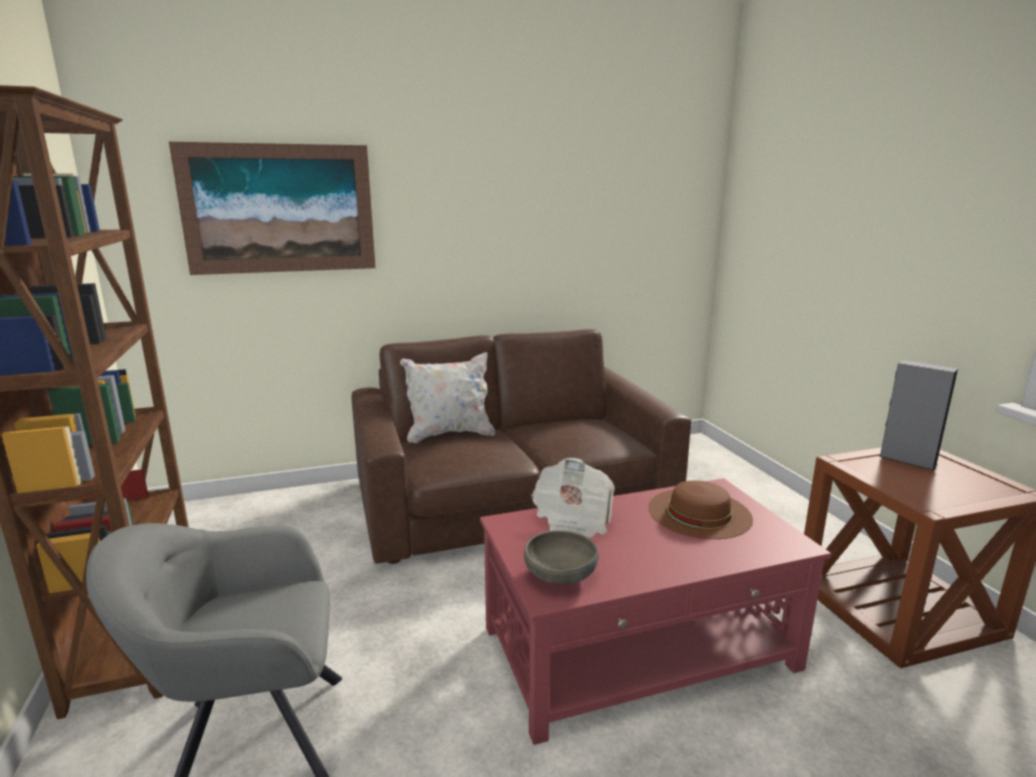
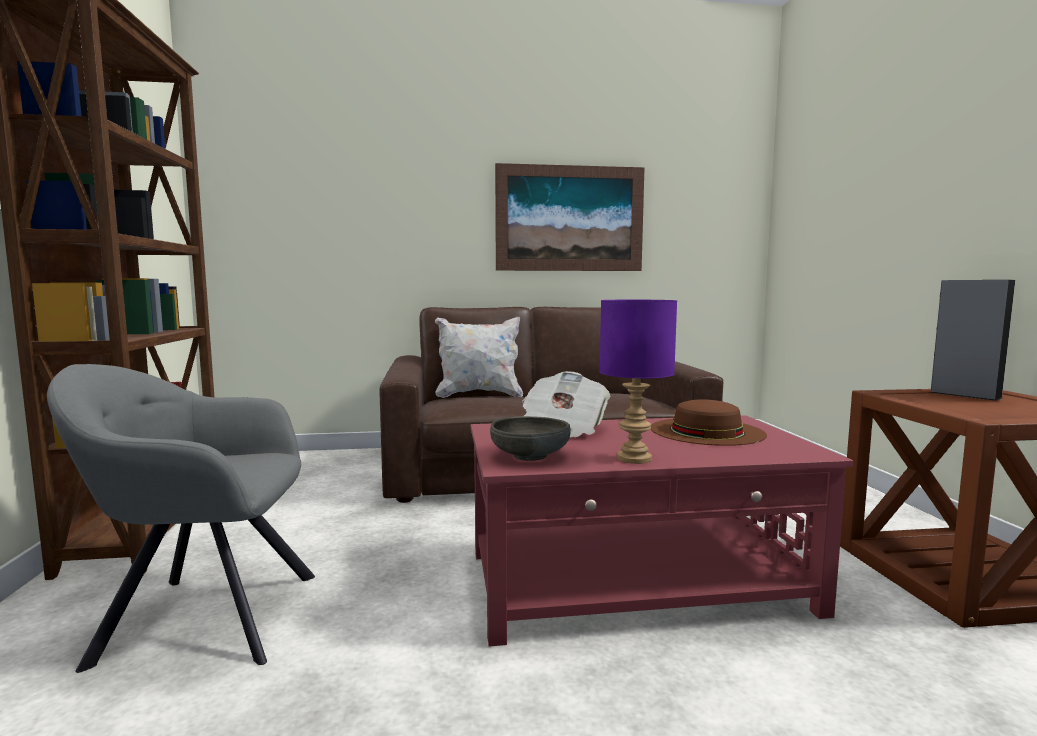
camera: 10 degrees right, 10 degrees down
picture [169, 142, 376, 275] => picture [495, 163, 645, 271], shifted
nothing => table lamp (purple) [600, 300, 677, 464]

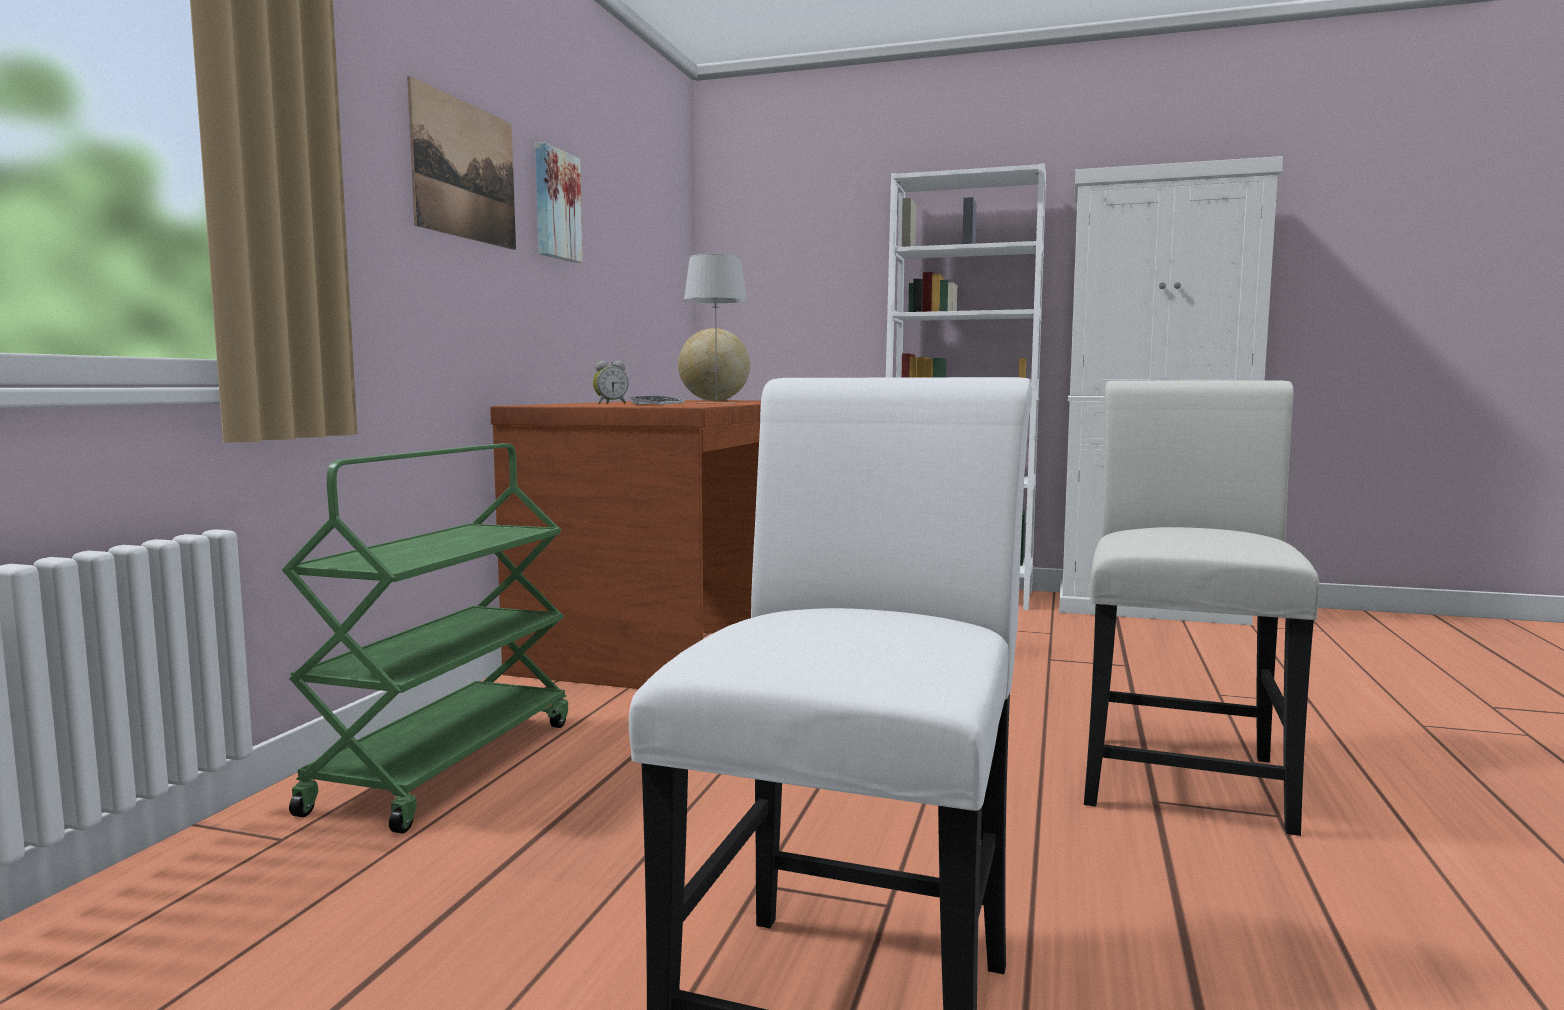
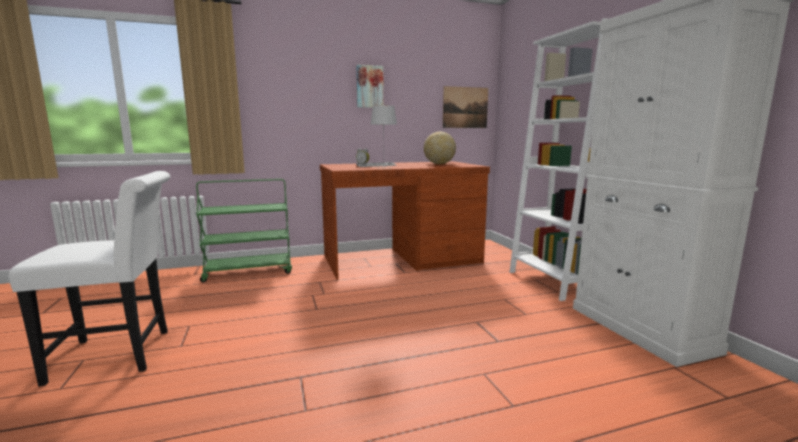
camera: 55 degrees right, 5 degrees up
picture [407, 76, 516, 250] => picture [443, 86, 488, 128], shifted
chair (white) [1084, 380, 1319, 836] => nothing

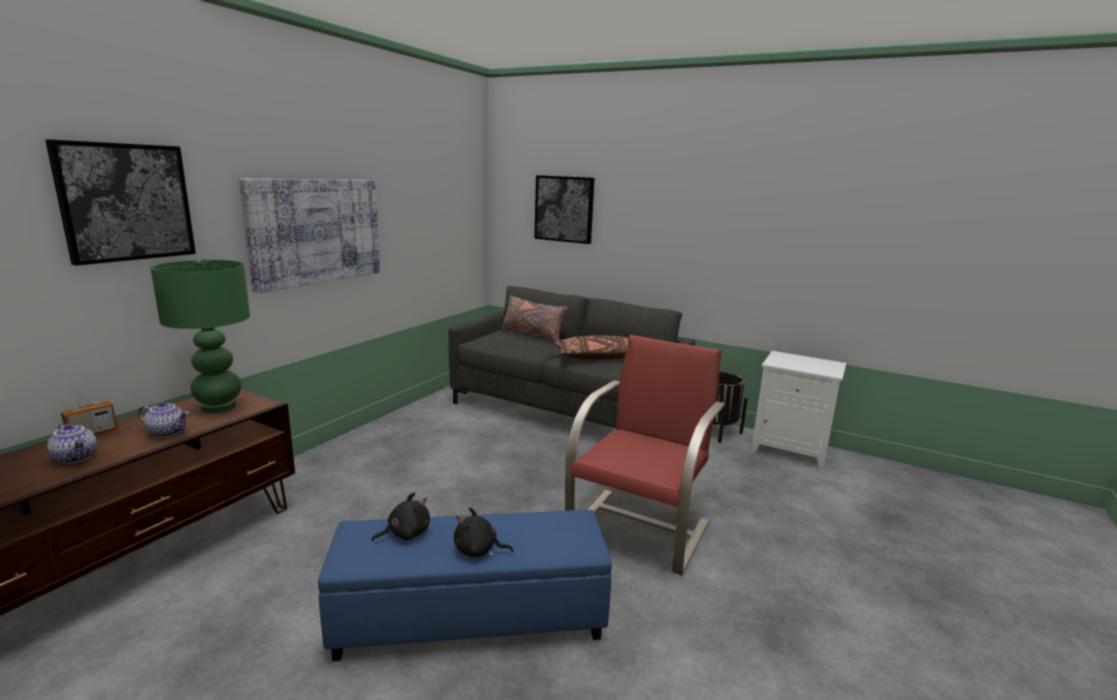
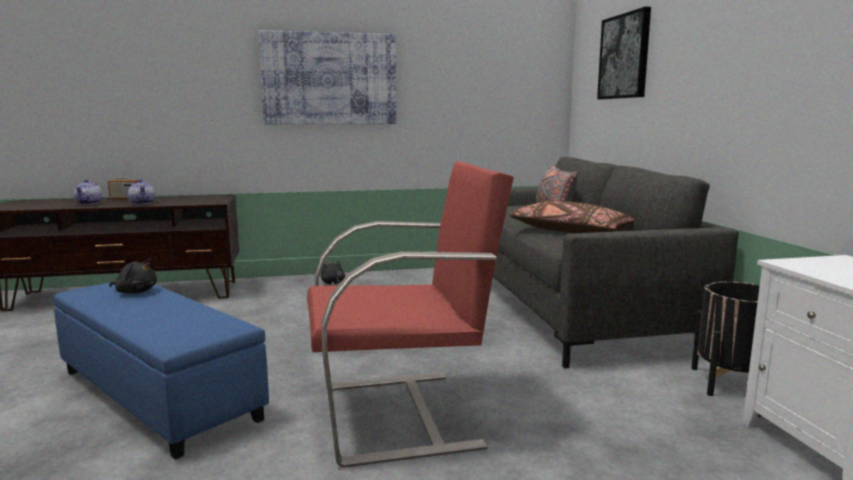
camera: 50 degrees right, 5 degrees down
plush toy (black) [454, 507, 513, 557] => plush toy (black) [321, 260, 346, 285], shifted
picture [45, 139, 196, 266] => nothing
table lamp (green) [151, 260, 250, 413] => nothing

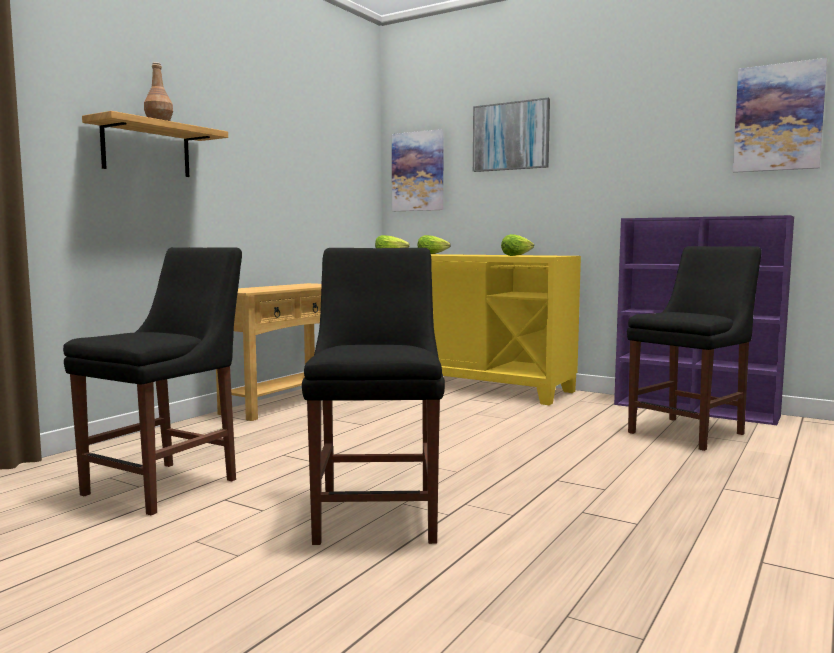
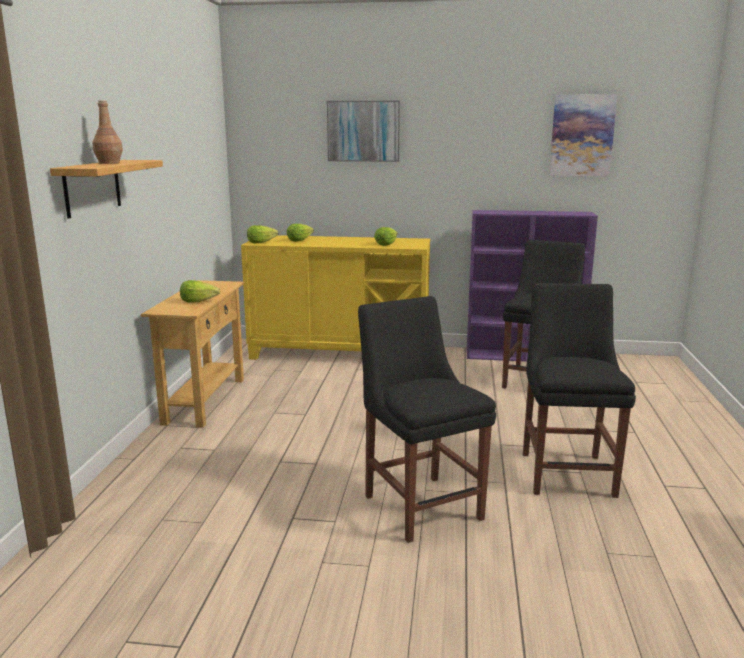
camera: 25 degrees left, 10 degrees up
nothing => lettuce [180, 280, 220, 303]
chair (black) [63, 247, 242, 515] => chair (black) [523, 283, 636, 498], shifted
picture [392, 129, 444, 211] => nothing

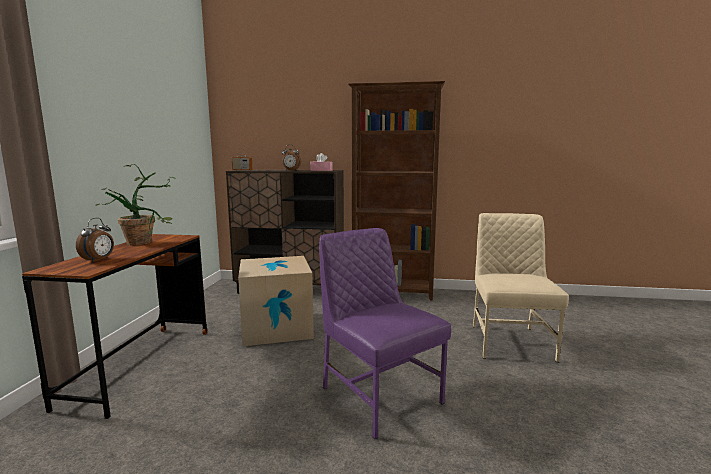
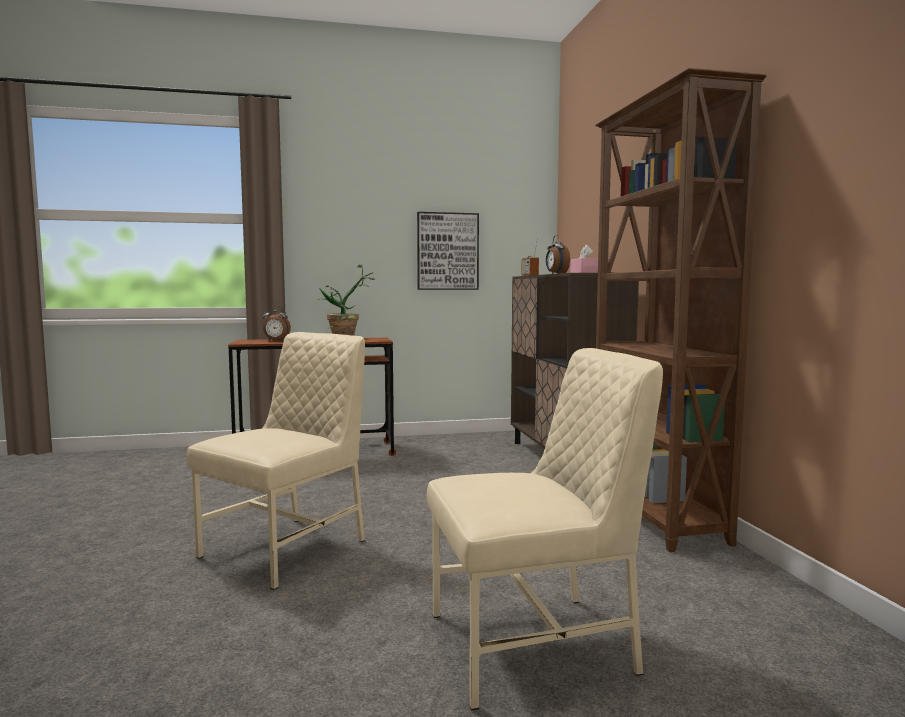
camera: 70 degrees right, 5 degrees down
chair (purple) [319, 228, 451, 439] => chair (beige) [187, 332, 365, 590]
nothing => picture [417, 212, 479, 290]
cardboard box [238, 256, 314, 346] => nothing

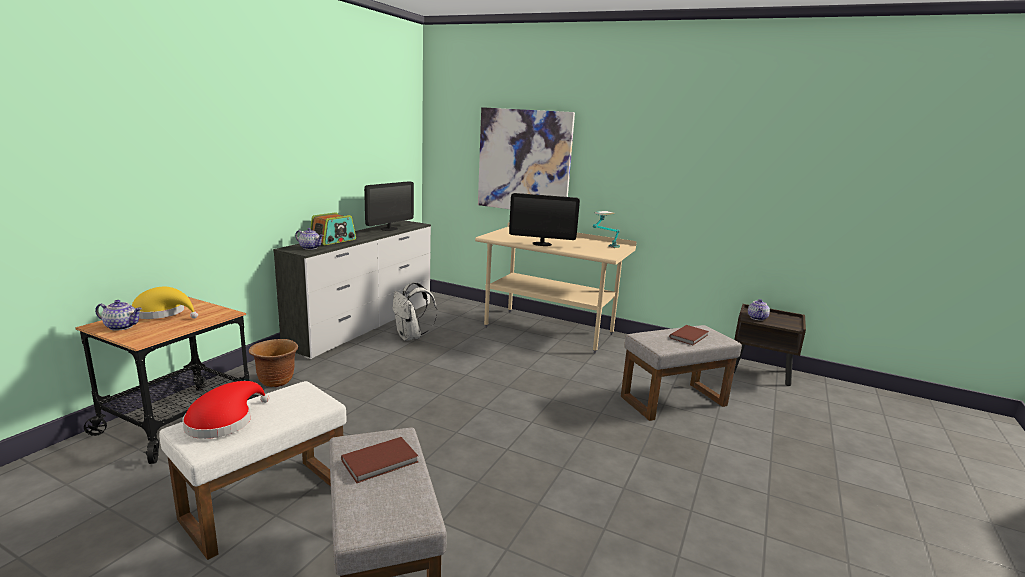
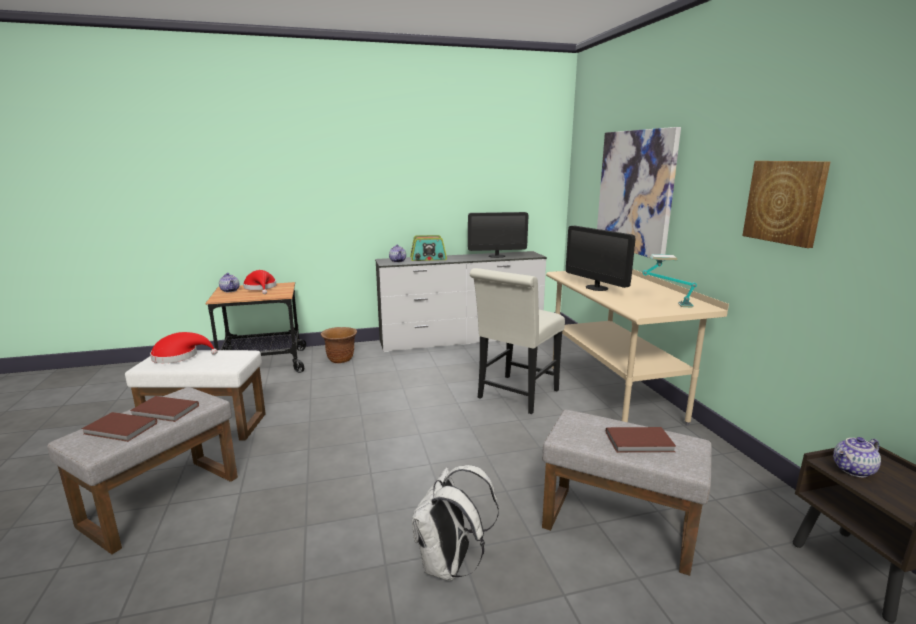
camera: 50 degrees right, 0 degrees up
nothing => book (brown) [82, 412, 157, 442]
hat (yellow) [131, 287, 198, 319] => hat (red) [243, 270, 276, 294]
backpack (white) [392, 282, 437, 341] => backpack (white) [412, 465, 499, 581], shifted
nothing => chair (white) [470, 268, 565, 414]
nothing => picture [742, 161, 830, 248]

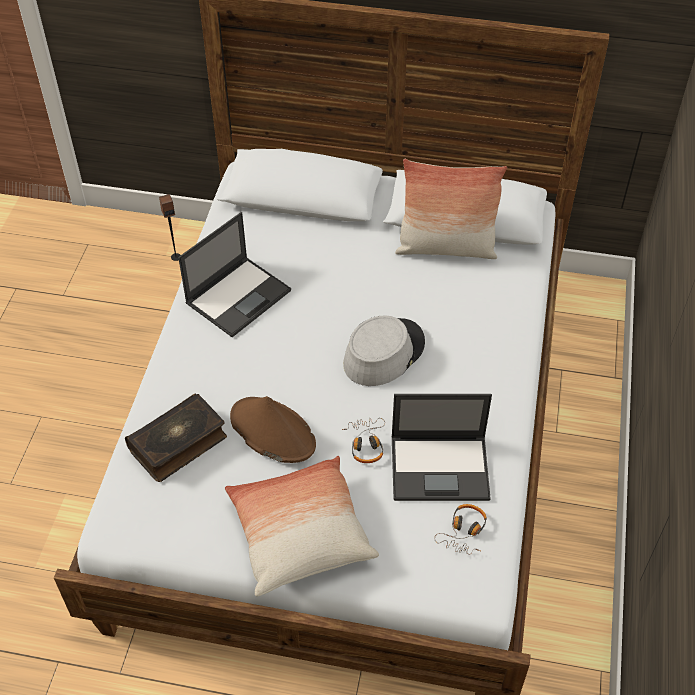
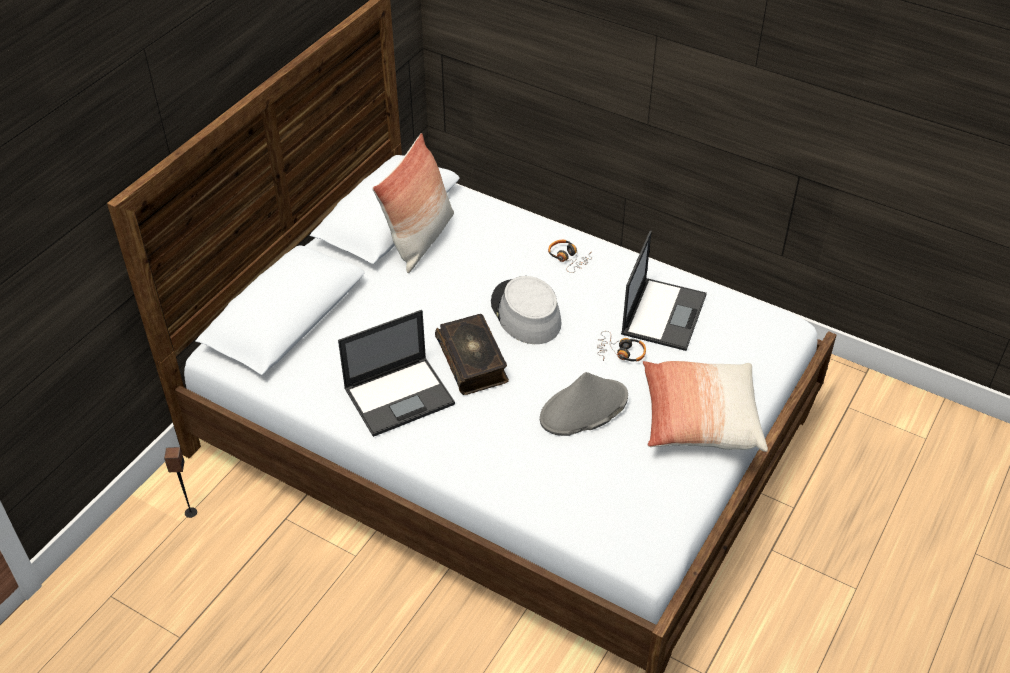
camera: 70 degrees left, 5 degrees down
laptop [178, 212, 291, 337] => laptop [338, 310, 455, 437], 90 degrees clockwise
book [125, 394, 227, 482] => book [435, 314, 509, 395], shifted
hat (brown) [230, 396, 316, 463] => hat (grey) [540, 372, 628, 436]
headphones [434, 504, 487, 555] => headphones [548, 240, 592, 273], shifted

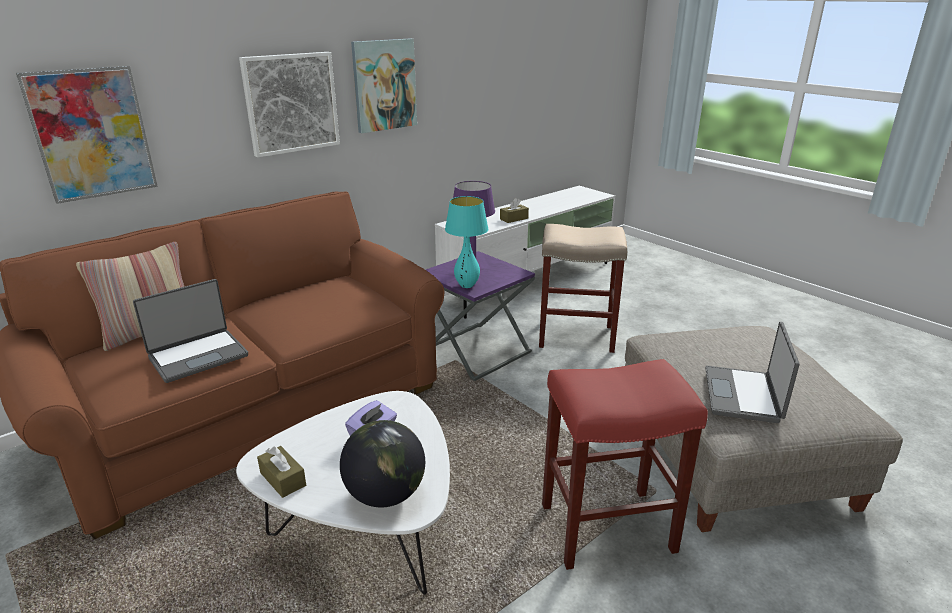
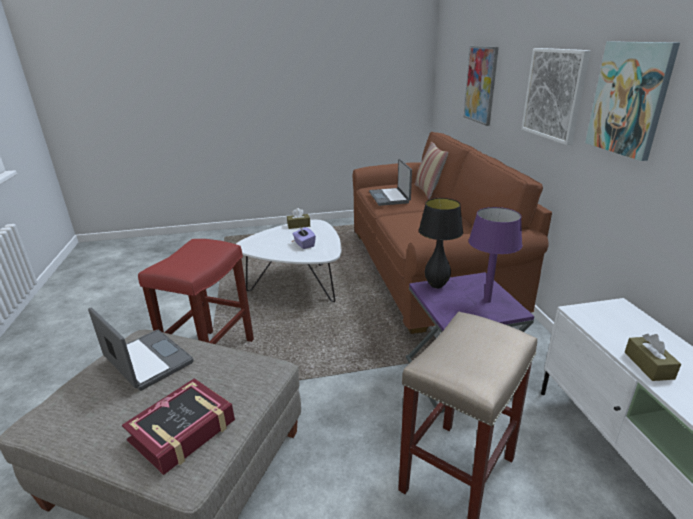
camera: 120 degrees right, 0 degrees up
nothing => book [122, 378, 235, 475]
table lamp (turquoise) [445, 196, 488, 288] => table lamp (black) [419, 198, 463, 288]
globe [340, 420, 425, 507] => nothing

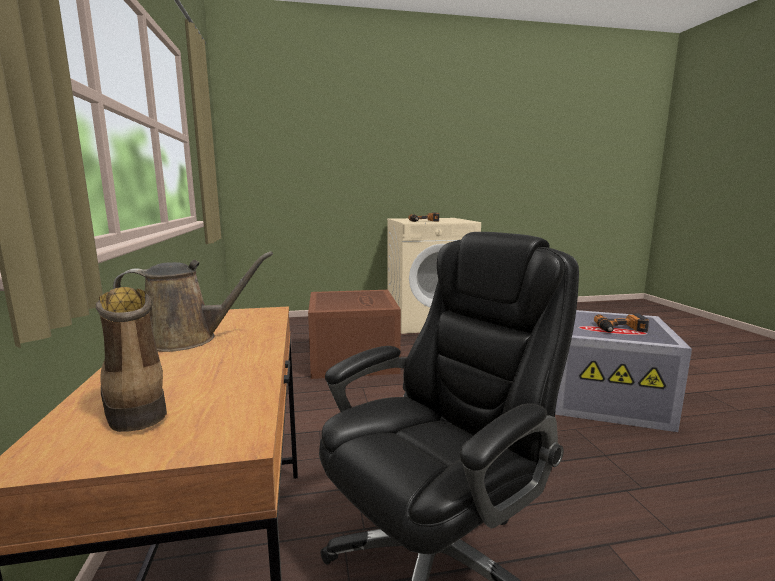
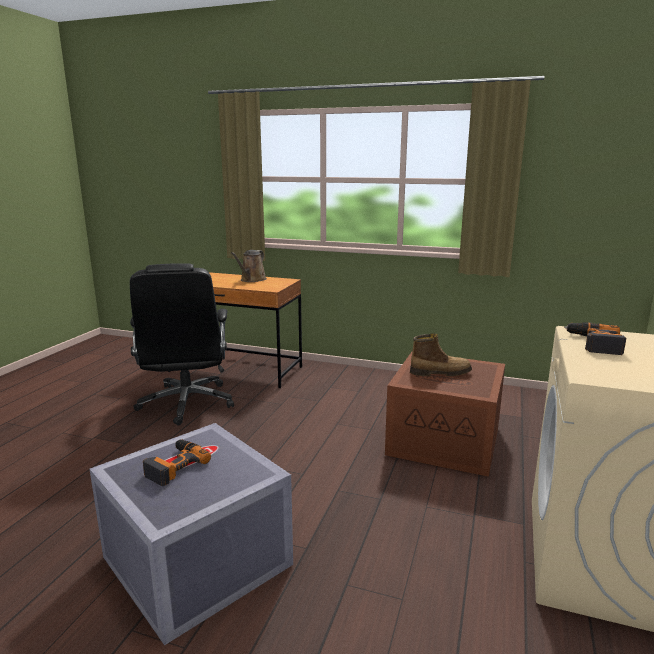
camera: 120 degrees right, 5 degrees up
boot [96, 287, 167, 432] => boot [410, 333, 472, 376], shifted

